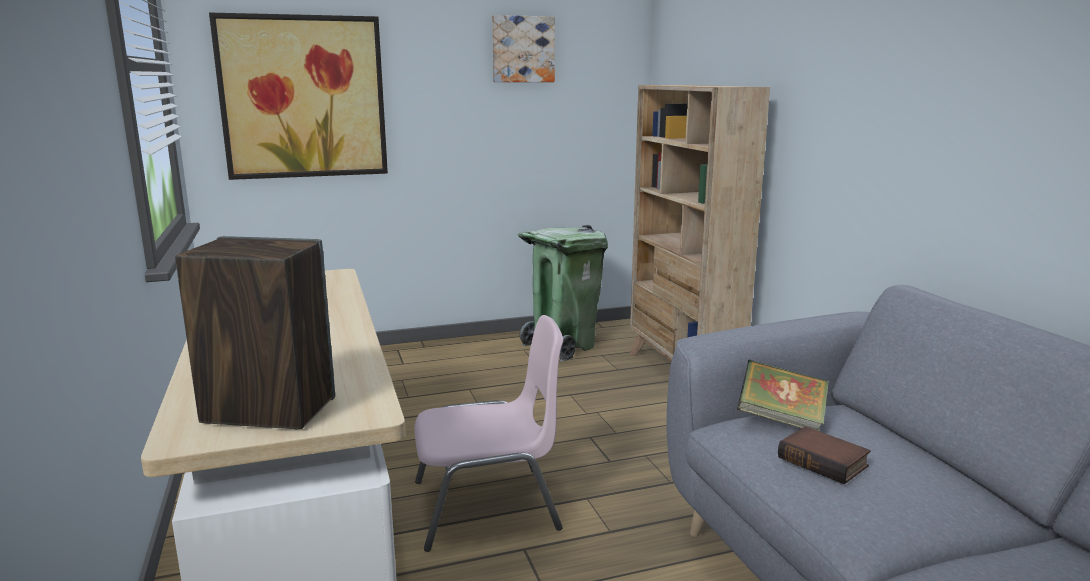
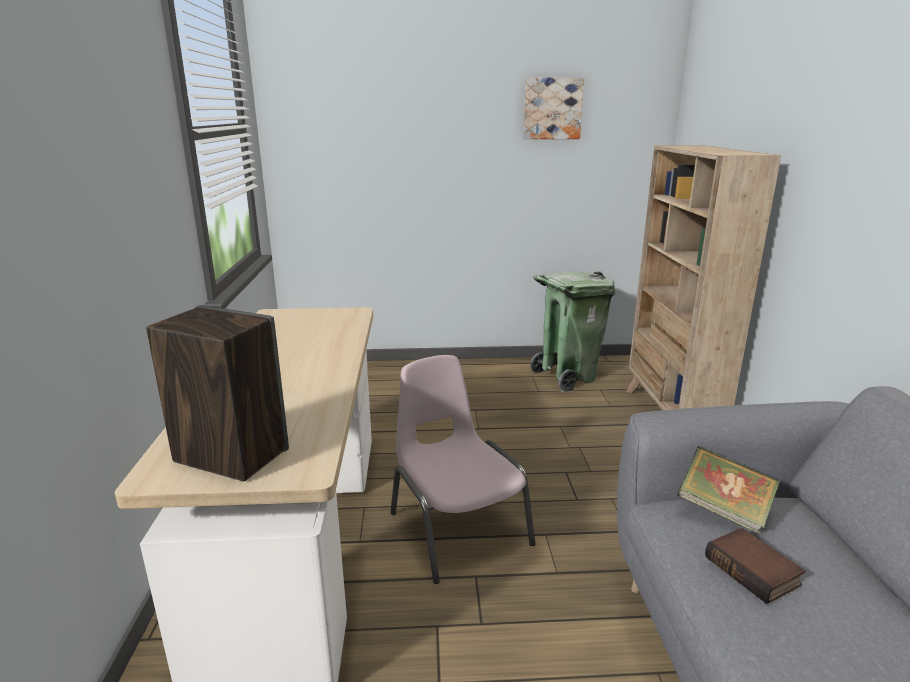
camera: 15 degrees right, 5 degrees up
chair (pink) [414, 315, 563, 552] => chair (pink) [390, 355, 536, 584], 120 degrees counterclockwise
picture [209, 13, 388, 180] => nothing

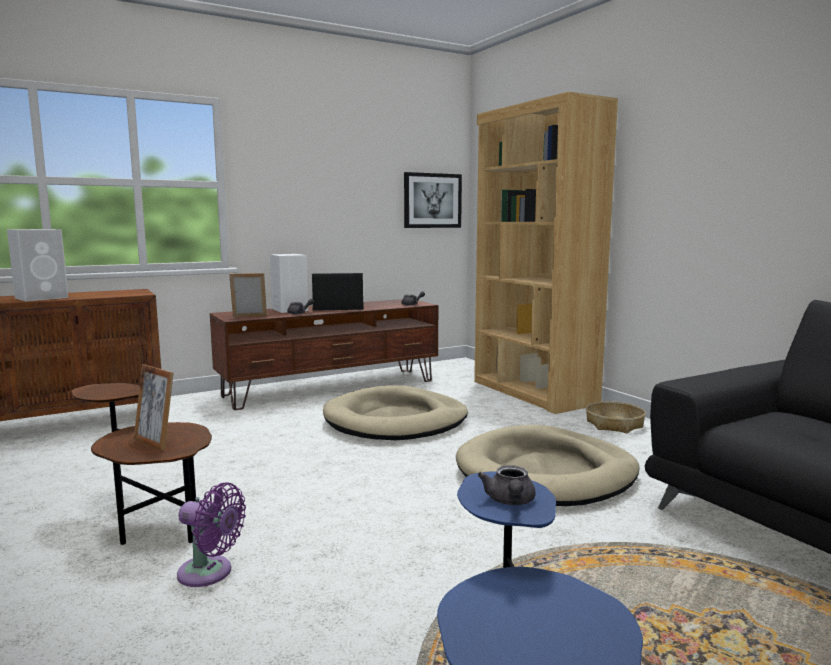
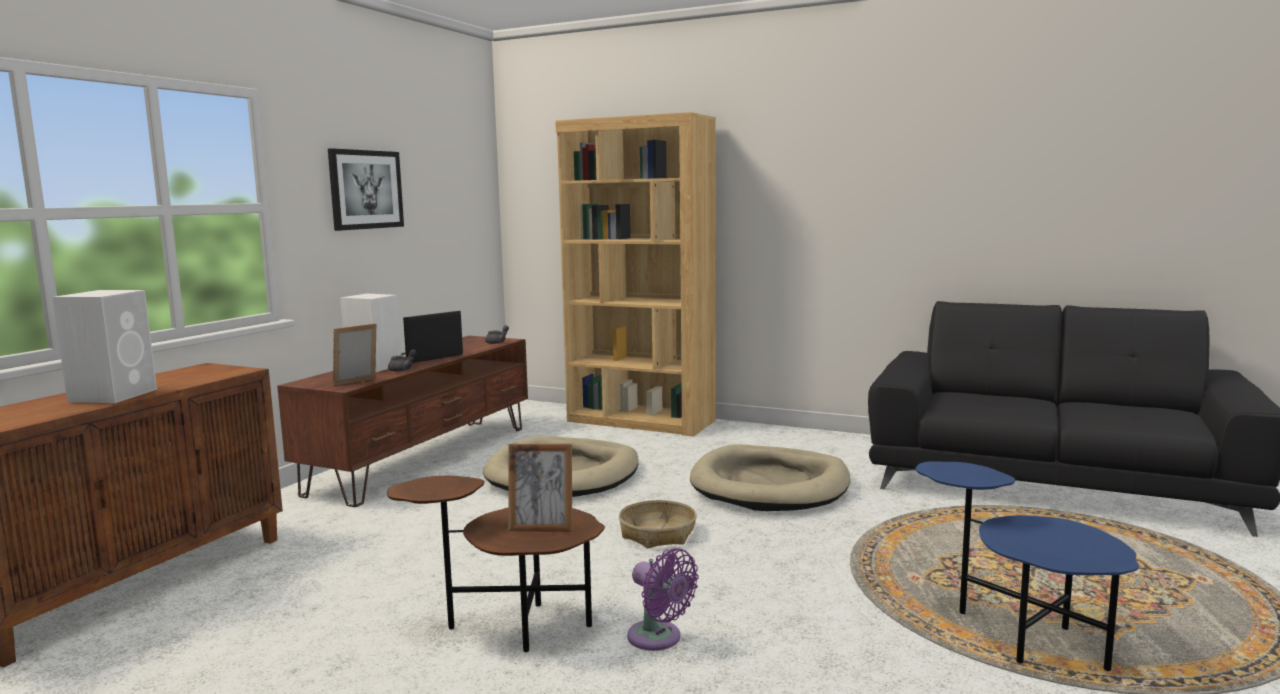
camera: 35 degrees left, 0 degrees up
picture [404, 172, 462, 228] => picture [328, 148, 404, 231], shifted
basket [586, 401, 646, 433] => basket [619, 500, 697, 548], shifted
fan (purple) [177, 483, 246, 587] => fan (purple) [627, 548, 699, 651], 60 degrees clockwise
teapot (grey) [478, 465, 536, 505] => nothing

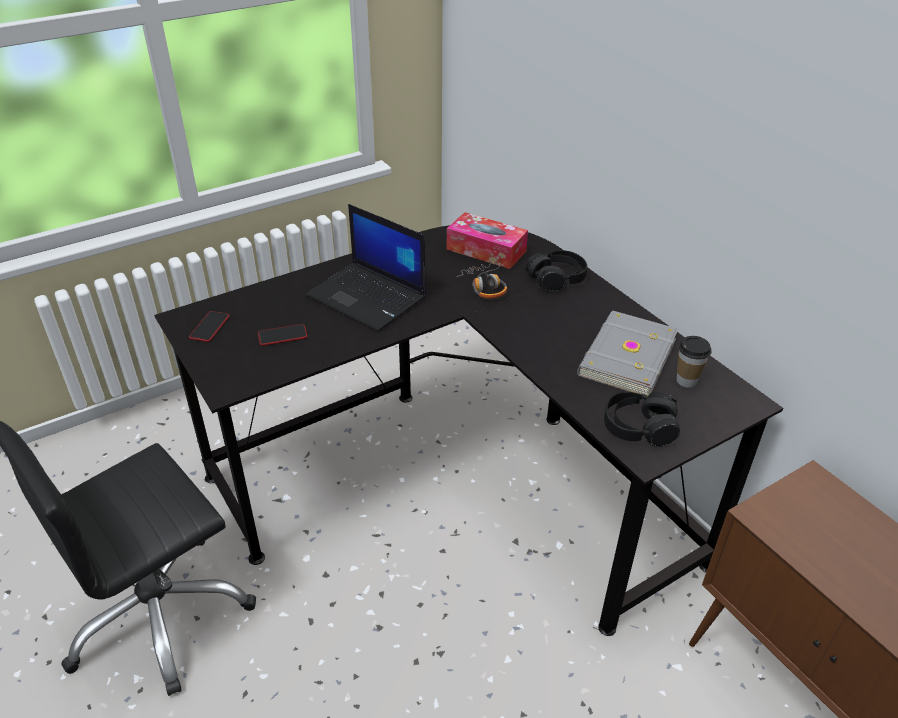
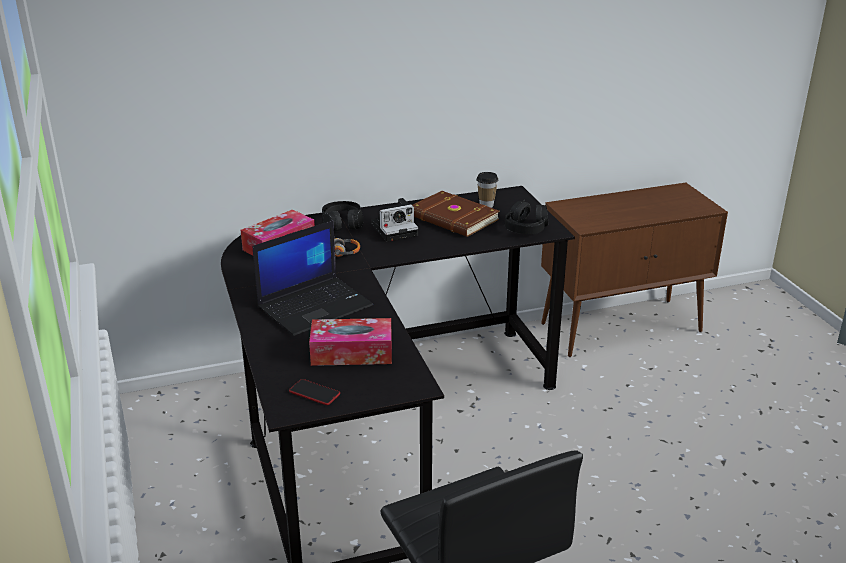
camera: 75 degrees left, 10 degrees down
phone [258, 324, 307, 346] => tissue box [309, 318, 392, 366]
nothing => photo camera [371, 198, 418, 242]
book (grey) [577, 311, 678, 397] => book (brown) [412, 191, 499, 237]

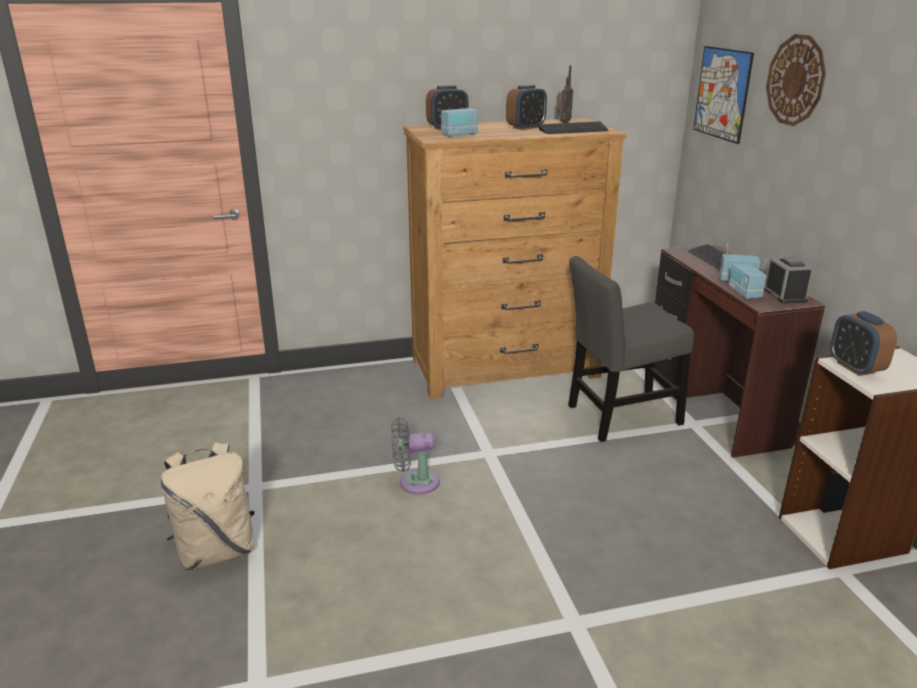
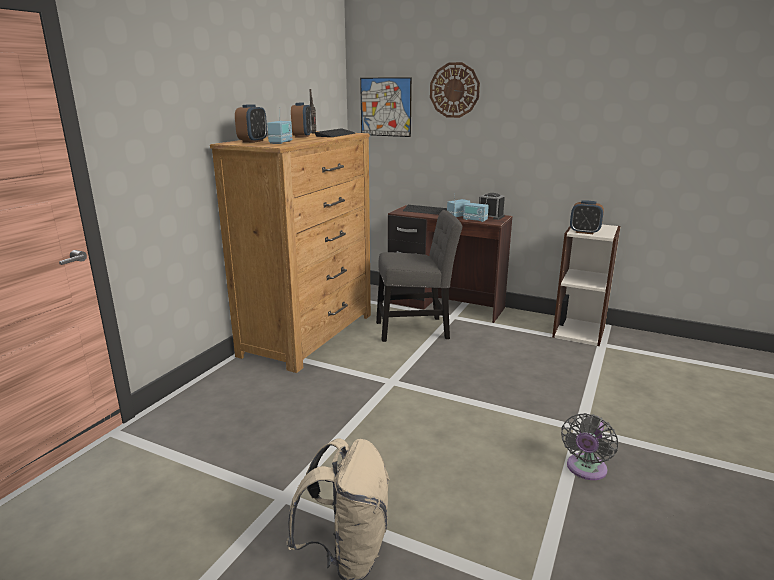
camera: 50 degrees left, 5 degrees down
chair (grey) [568, 256, 694, 442] => chair (grey) [376, 210, 462, 342], 120 degrees counterclockwise
fan (grey) [391, 417, 440, 494] => fan (grey) [561, 413, 618, 480], shifted

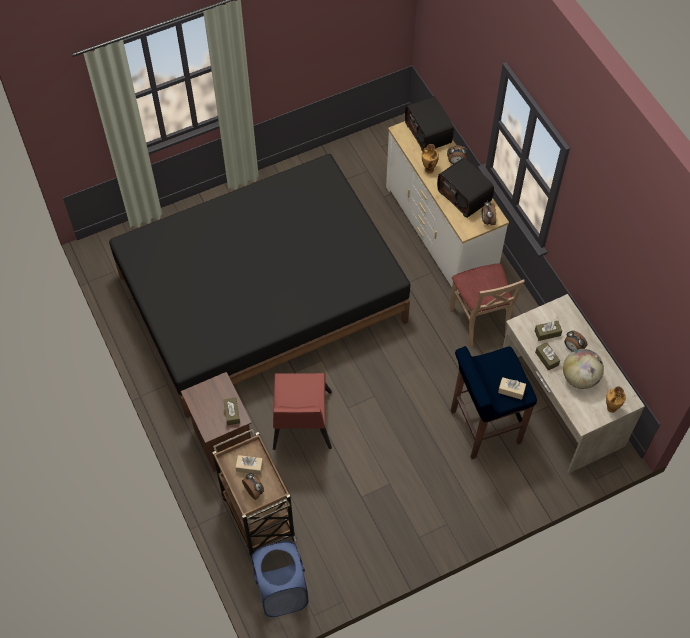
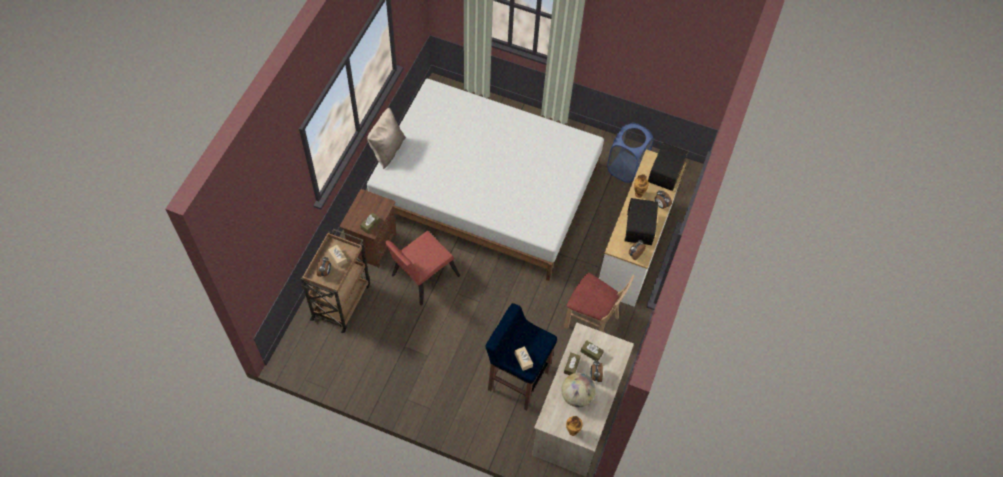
camera: 45 degrees right, 0 degrees up
bed (black) [109, 154, 410, 418] => bed (white) [367, 79, 604, 281]
nothing => pillow (beige) [367, 108, 406, 169]
chair (beige) [449, 263, 525, 347] => chair (beige) [564, 273, 635, 332], 90 degrees counterclockwise
laundry basket (blue) [251, 541, 308, 617] => laundry basket (blue) [607, 123, 654, 183], shifted

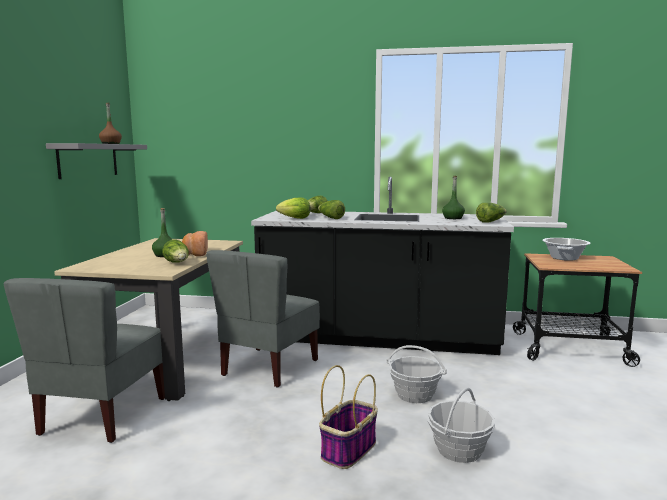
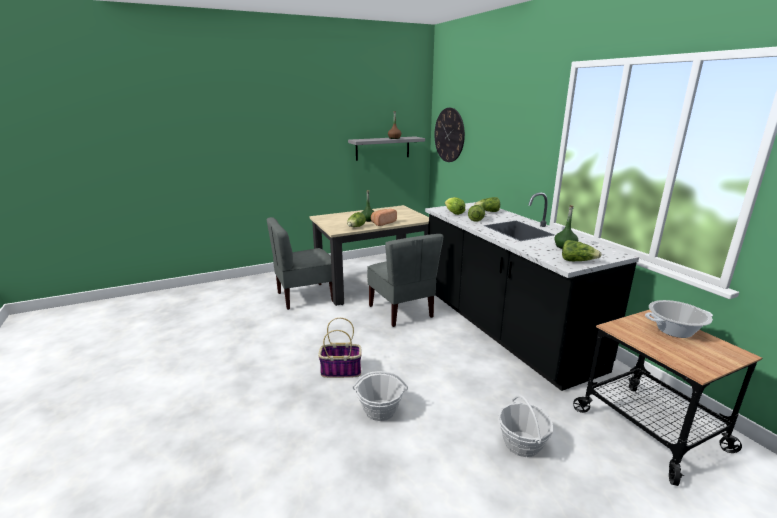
camera: 55 degrees right, 10 degrees up
chair (grey) [206, 250, 320, 388] => chair (grey) [367, 234, 443, 327], 105 degrees counterclockwise
nothing => wall clock [434, 108, 465, 162]
basket [387, 345, 447, 403] => basket [498, 395, 553, 457], shifted

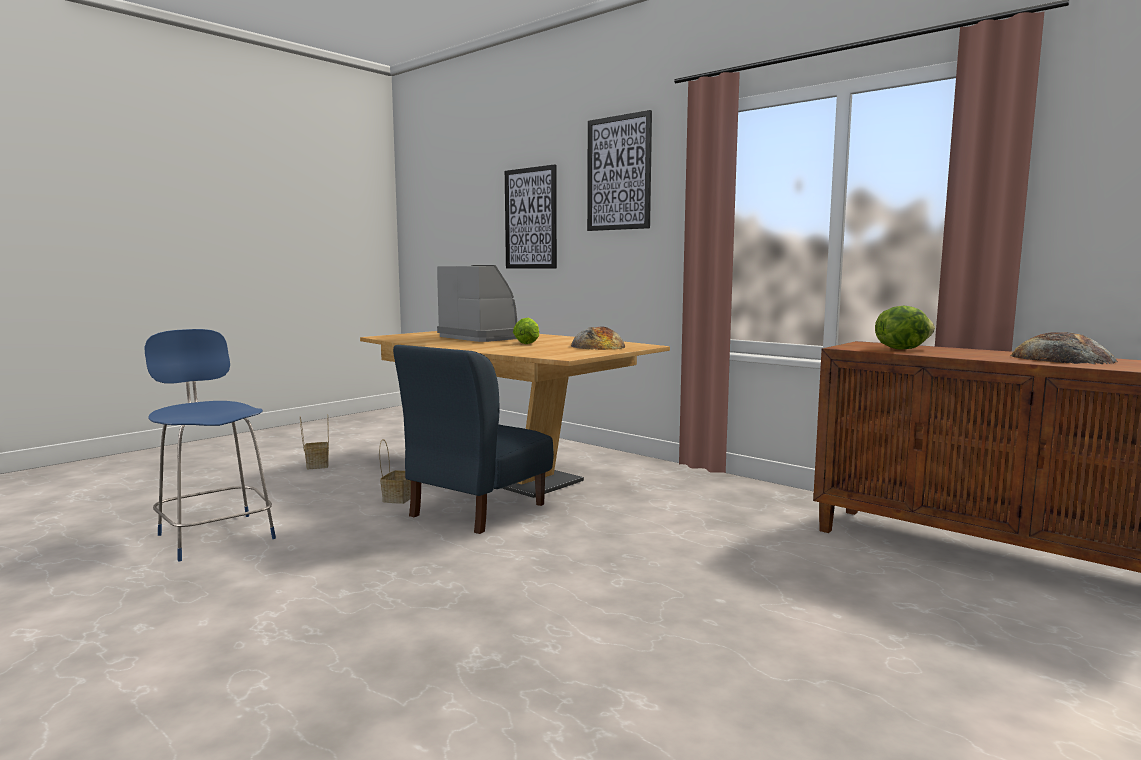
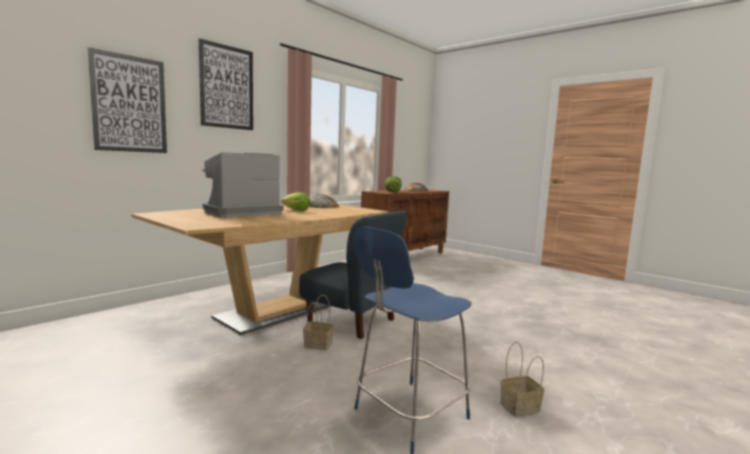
camera: 90 degrees left, 0 degrees up
basket [300, 416, 329, 469] => basket [500, 342, 544, 417], shifted

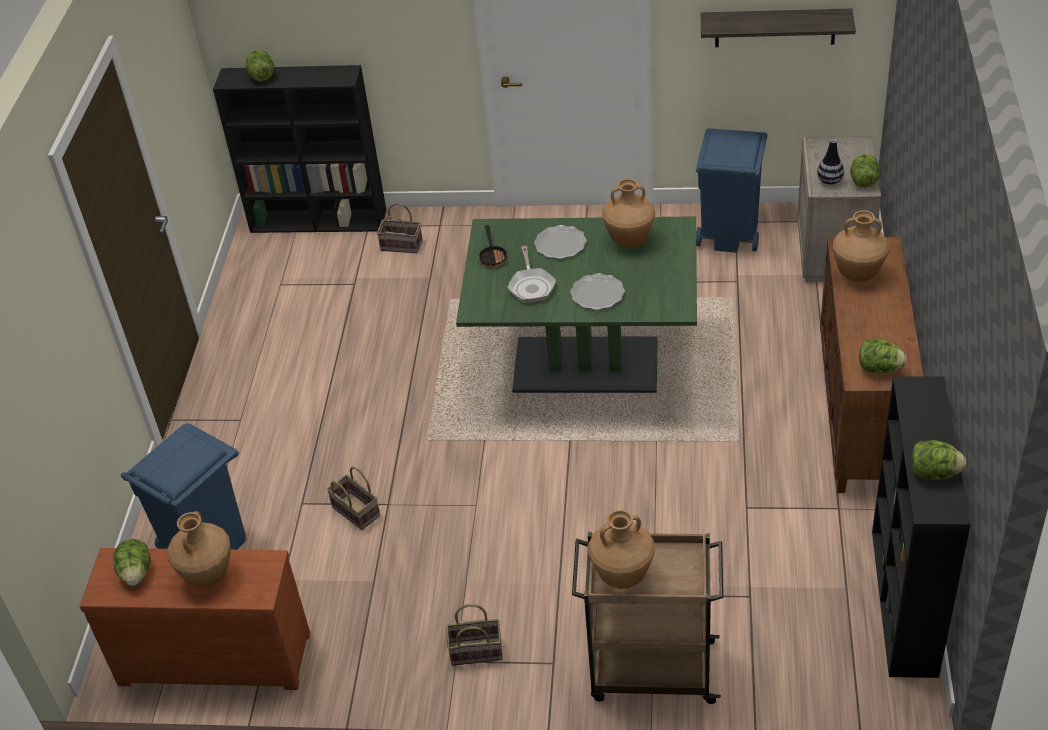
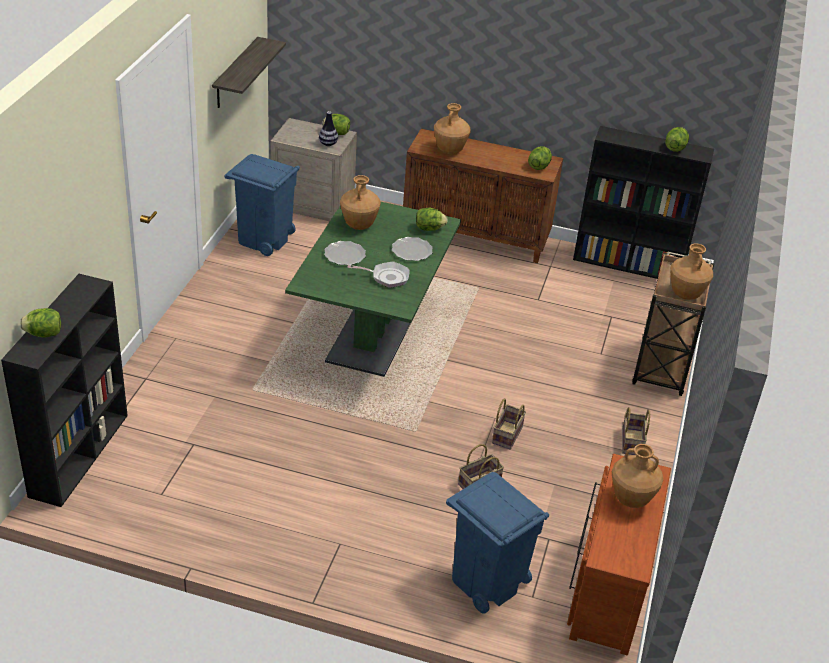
camera: 85 degrees left, 5 degrees down
lettuce [113, 539, 151, 586] => lettuce [416, 208, 448, 231], shifted
basket [377, 203, 423, 253] => basket [492, 398, 526, 450], shifted
frying pan [479, 225, 508, 267] => nothing

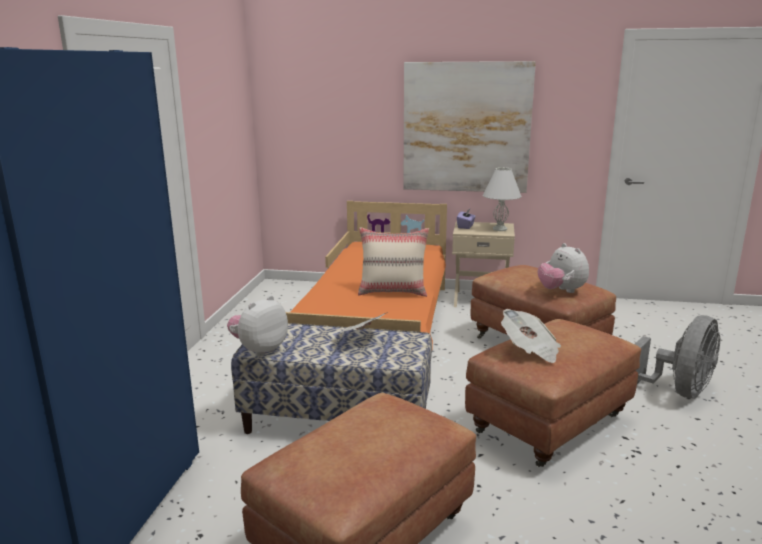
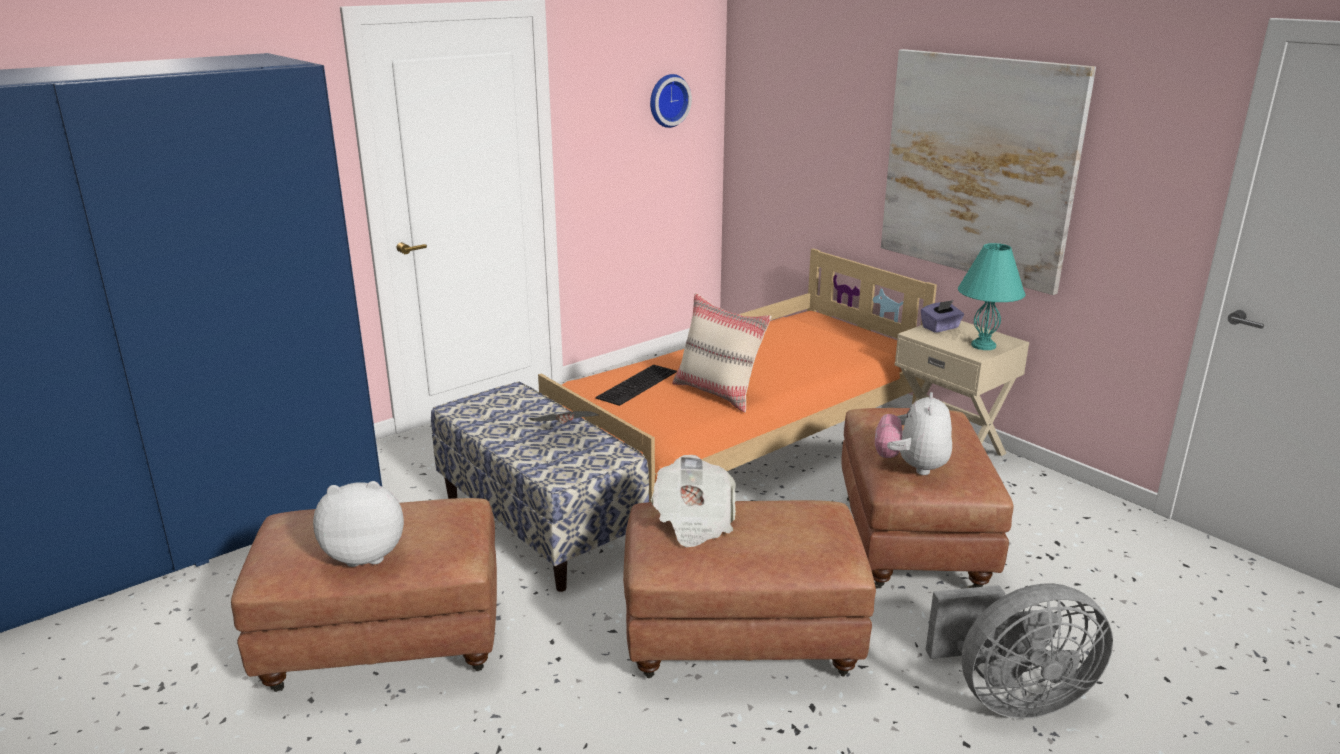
camera: 40 degrees right, 5 degrees up
plush toy [227, 295, 288, 357] => plush toy [313, 481, 404, 567], shifted
nothing => keyboard [595, 364, 677, 406]
nothing => wall clock [650, 74, 692, 128]
table lamp (white) [483, 167, 522, 231] => table lamp (turquoise) [958, 243, 1025, 350]

